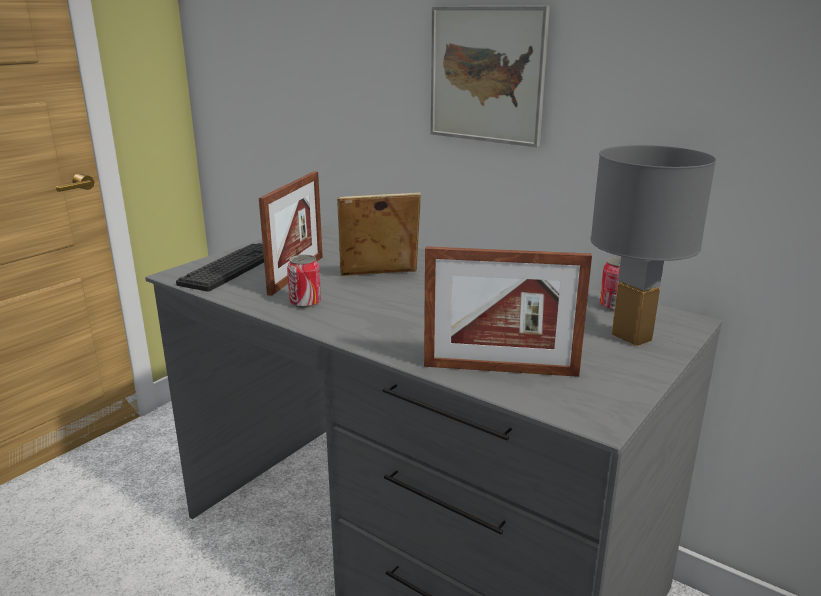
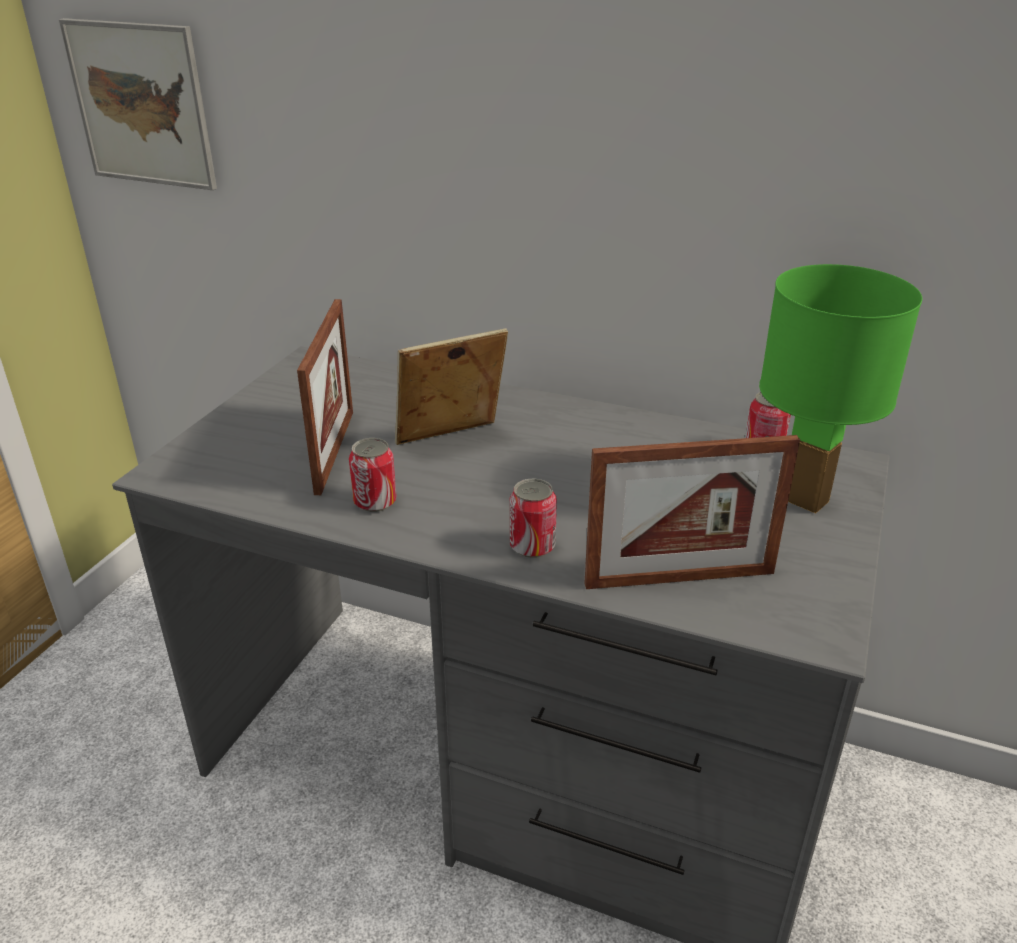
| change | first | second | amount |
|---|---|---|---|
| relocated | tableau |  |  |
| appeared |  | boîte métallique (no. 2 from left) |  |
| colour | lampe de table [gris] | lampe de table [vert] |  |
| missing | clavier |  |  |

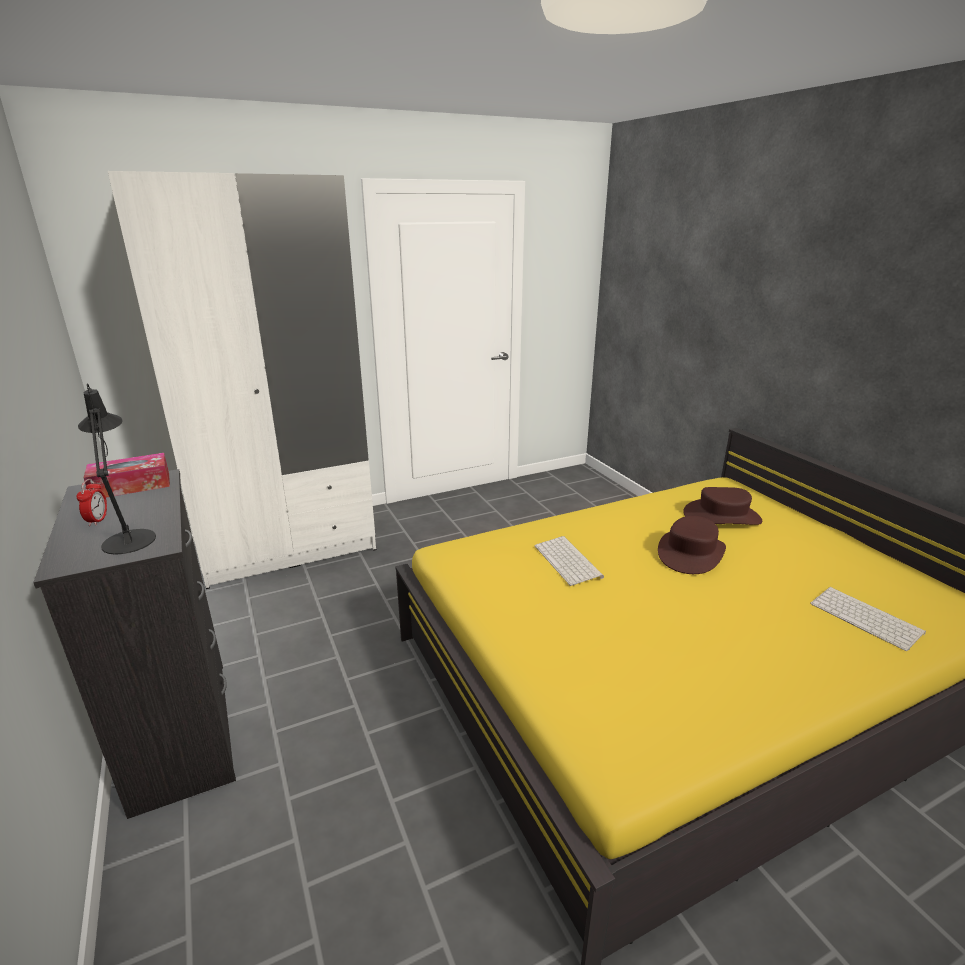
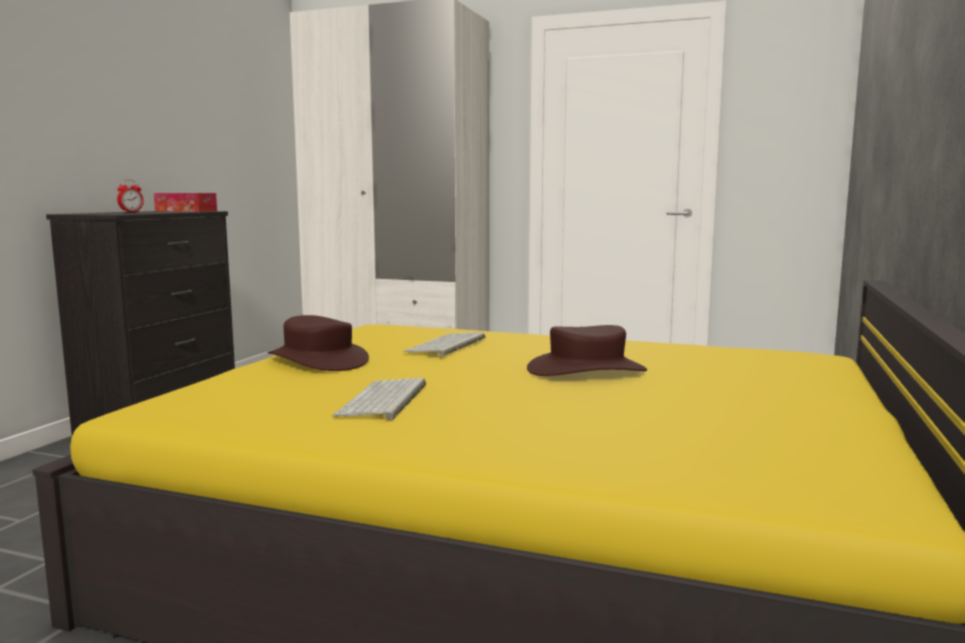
| change | first | second | amount |
|---|---|---|---|
| relocated | chapeau [marron] (no. 2 from left in the first image) | chapeau [marron] (no. 1 from left) |  |
| relocated | clavier (no. 2 from left in the first image) | clavier (no. 1 from left) |  |
| missing | lampe de table [noir] |  |  |

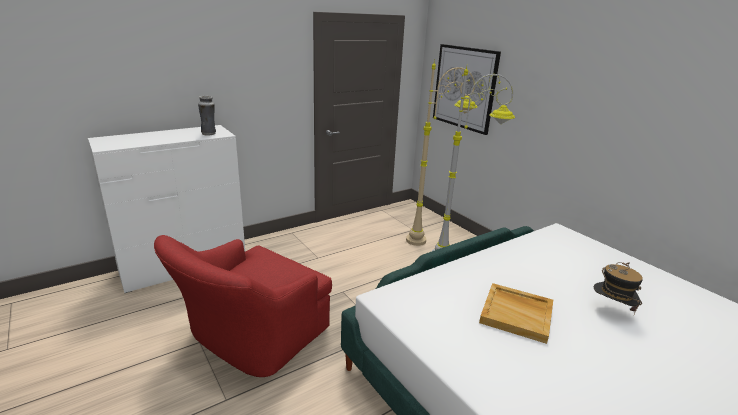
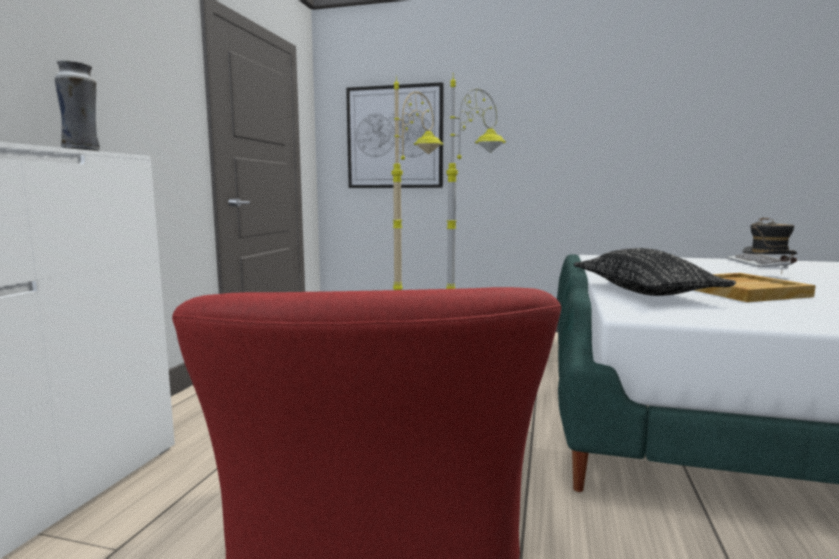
| change | first | second | amount |
|---|---|---|---|
| appeared |  | coussin [noir] |  |
| appeared |  | clavier |  |

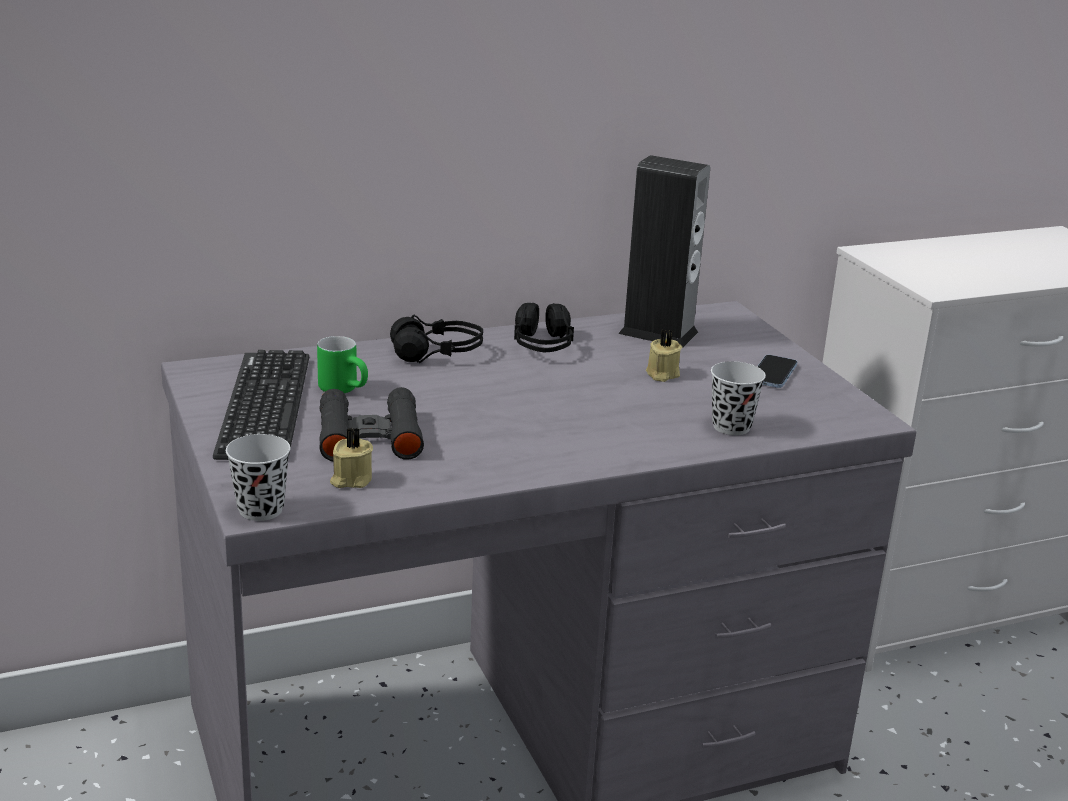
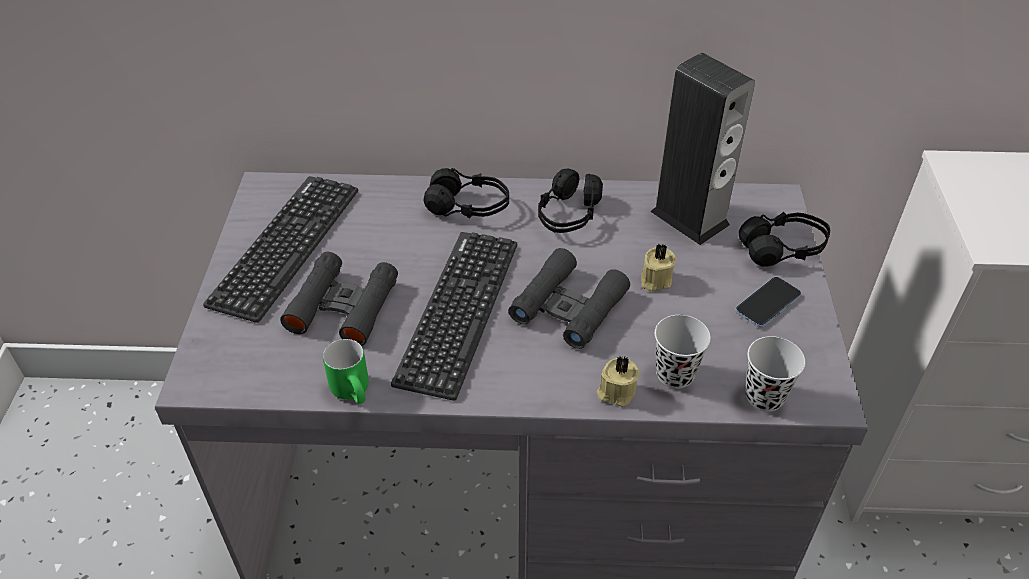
| change | first | second | amount |
|---|---|---|---|
| relocated | mug [vert] |  |  |
| appeared |  | clavier (no. 2 from left) |  |
| appeared |  | jumelles [noir] (no. 2 from left) |  |
| relocated | bougie [beige] (no. 1 from left) |  |  |
| appeared |  | casque audio [noir] (no. 3 from left) |  |
| relocated | tasse [noir] (no. 1 from left in the first image) | tasse [noir] (no. 2 from left) |  |

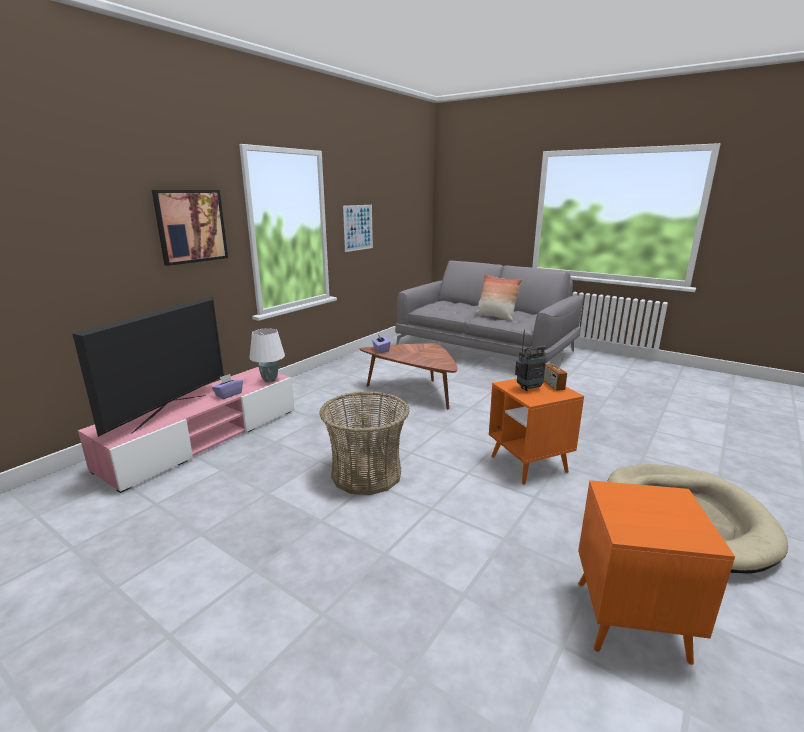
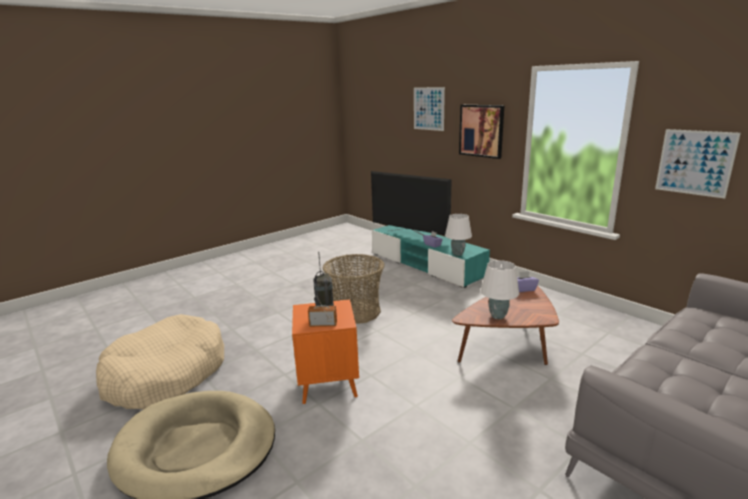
| change | first | second | amount |
|---|---|---|---|
| exchanged | table d'appoint [orange] (no. 2 from left) | panier pour chien [beige] (no. 1 from left) |  |
| colour | meuble télé [rose] | meuble télé [turquoise] |  |
| appeared |  | tableau (no. 1 from left) |  |
| appeared |  | lampe de table [blanc] (no. 2 from left) |  |
| missing | coussin |  |  |

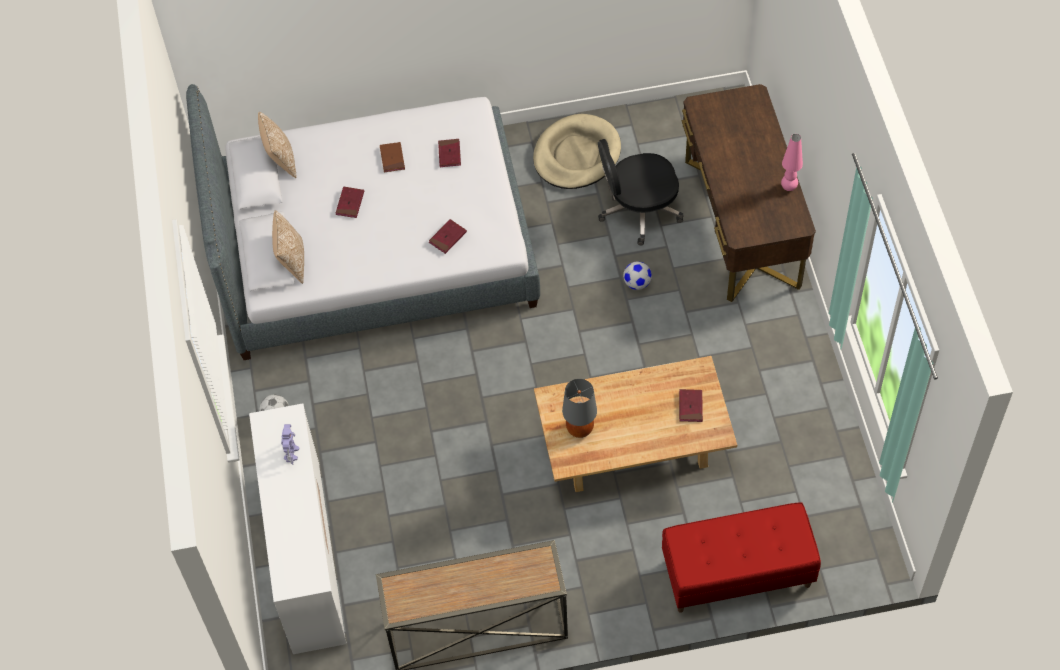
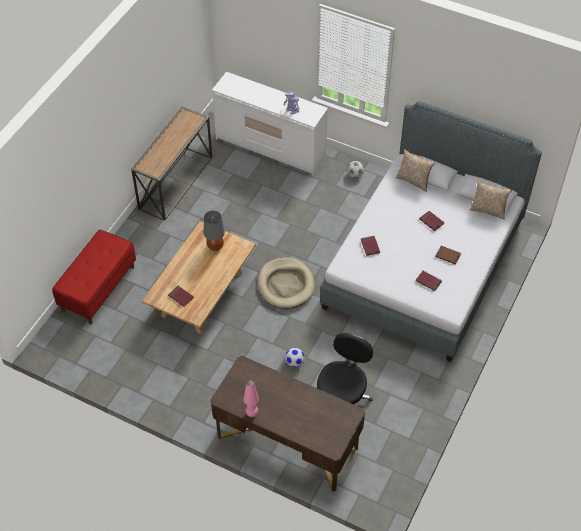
| change | first | second | amount |
|---|---|---|---|
| relocated | panier pour chien [beige] |  |  |

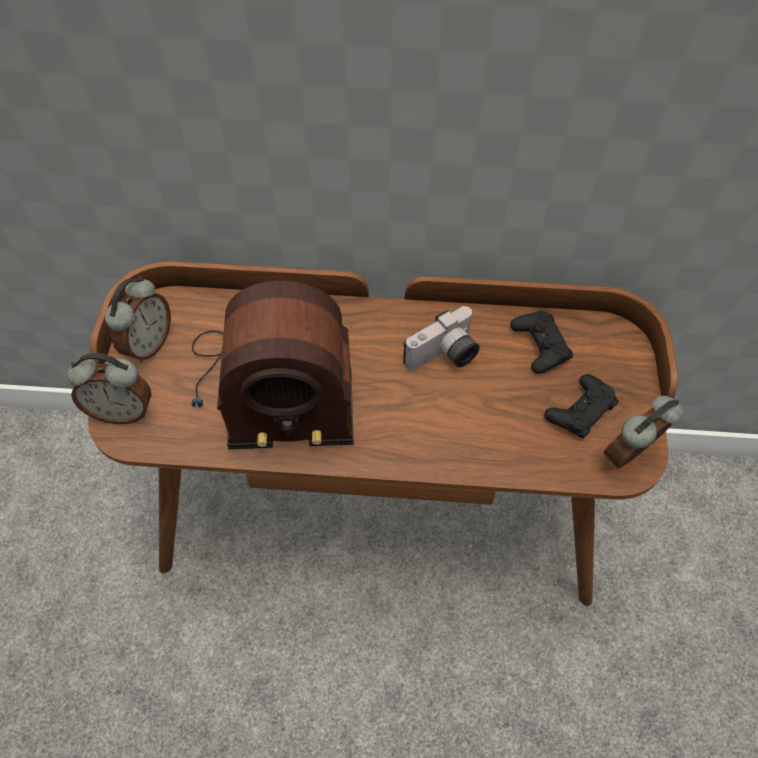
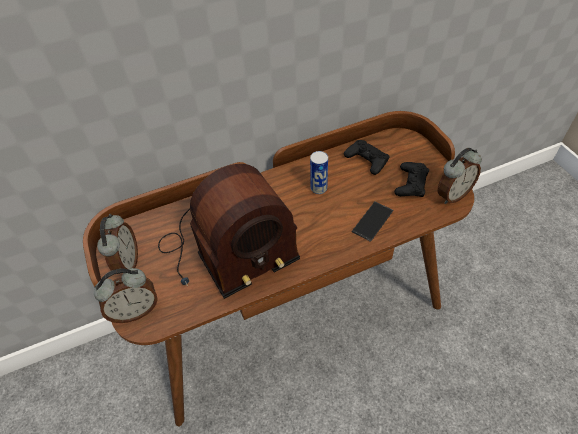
| change | first | second | amount |
|---|---|---|---|
| exchanged | appareil photo | boîte métallique |  |
| appeared |  | téléphone |  |
| spun | réveil (no. 3 from left) |  | 150 degrees counterclockwise |

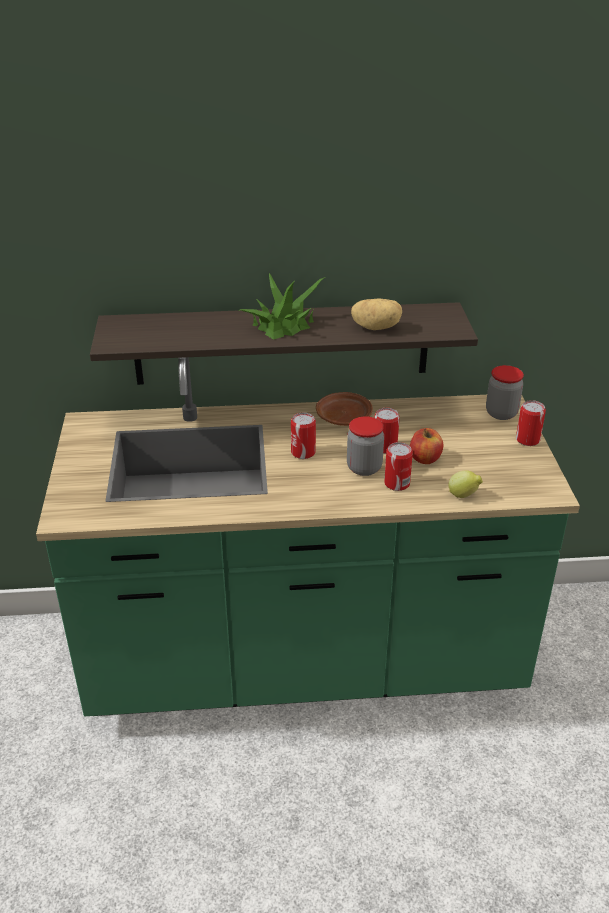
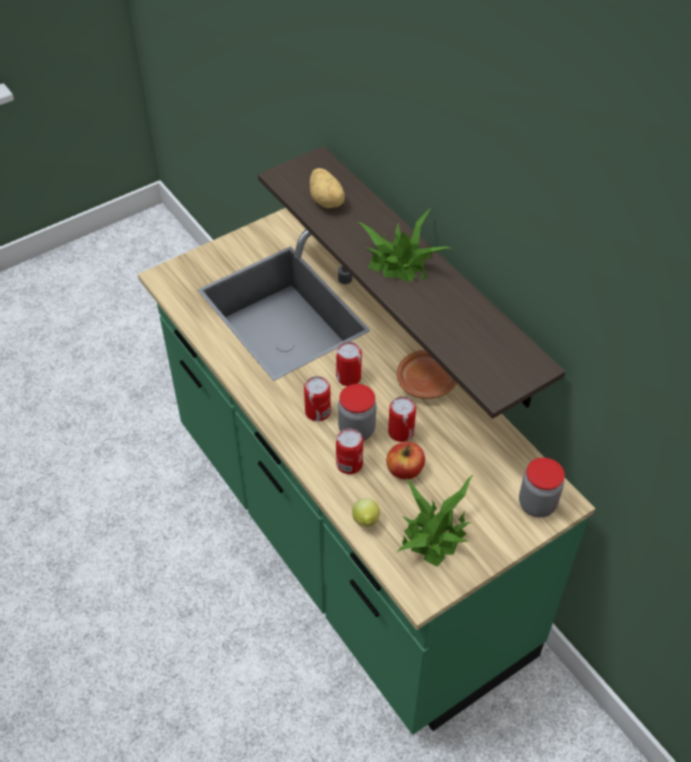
| change | first | second | amount |
|---|---|---|---|
| relocated | boîte métallique (no. 4 from left in the first image) | boîte métallique (no. 1 from left) |  |
| relocated | pomme de terre |  |  |
| appeared |  | plante en pot (no. 2 from left) |  |

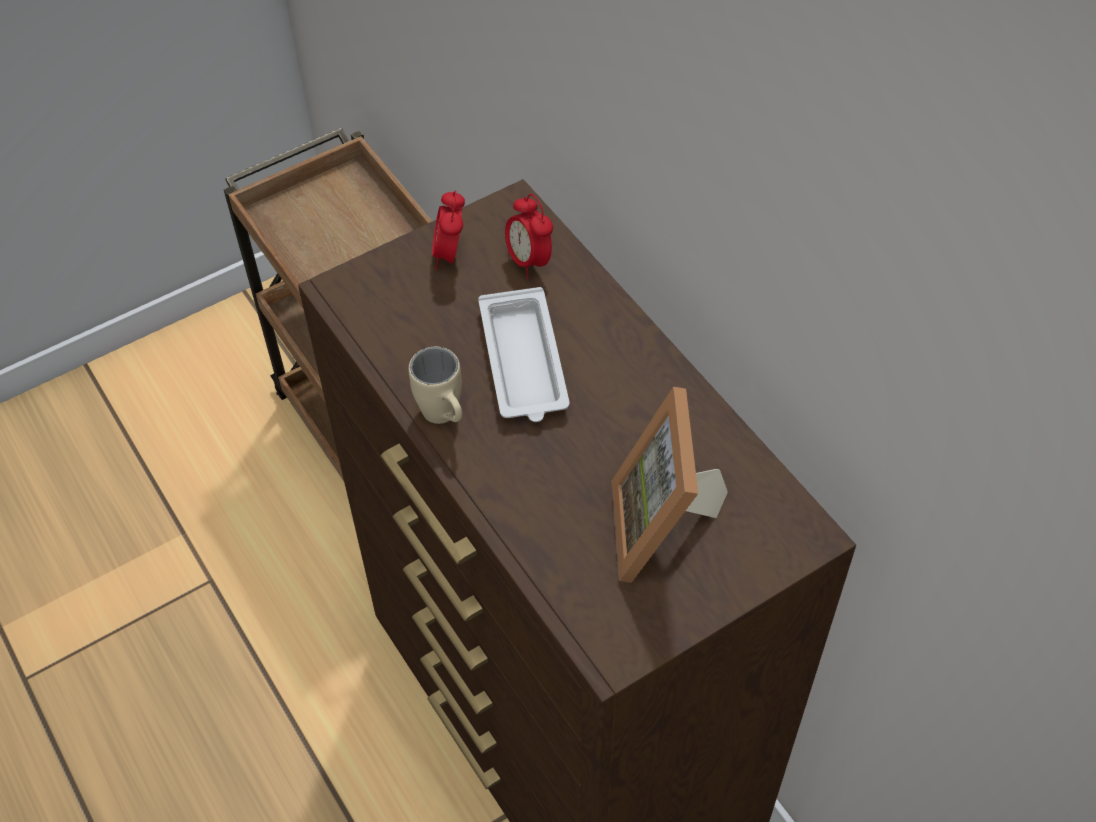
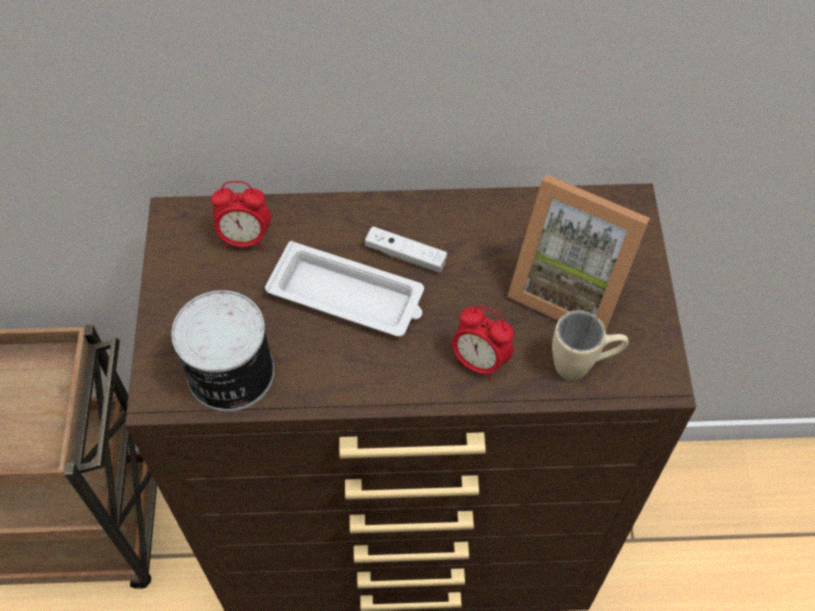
| change | first | second | amount |
|---|---|---|---|
| appeared |  | boîte métallique |  |
| appeared |  | manette [blanc] |  |
| relocated | réveil (no. 1 from left in the first image) | réveil (no. 2 from left) |  |
| relocated | mug [beige] |  |  |

